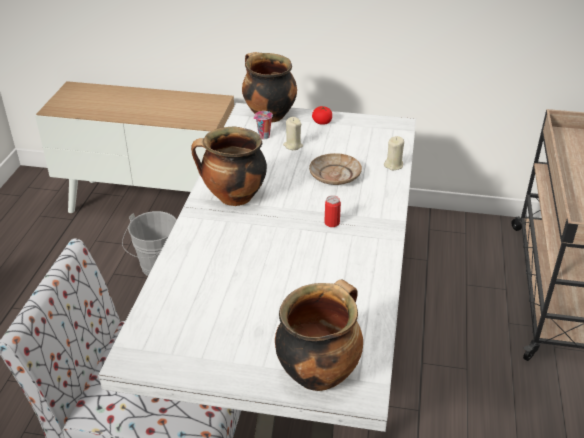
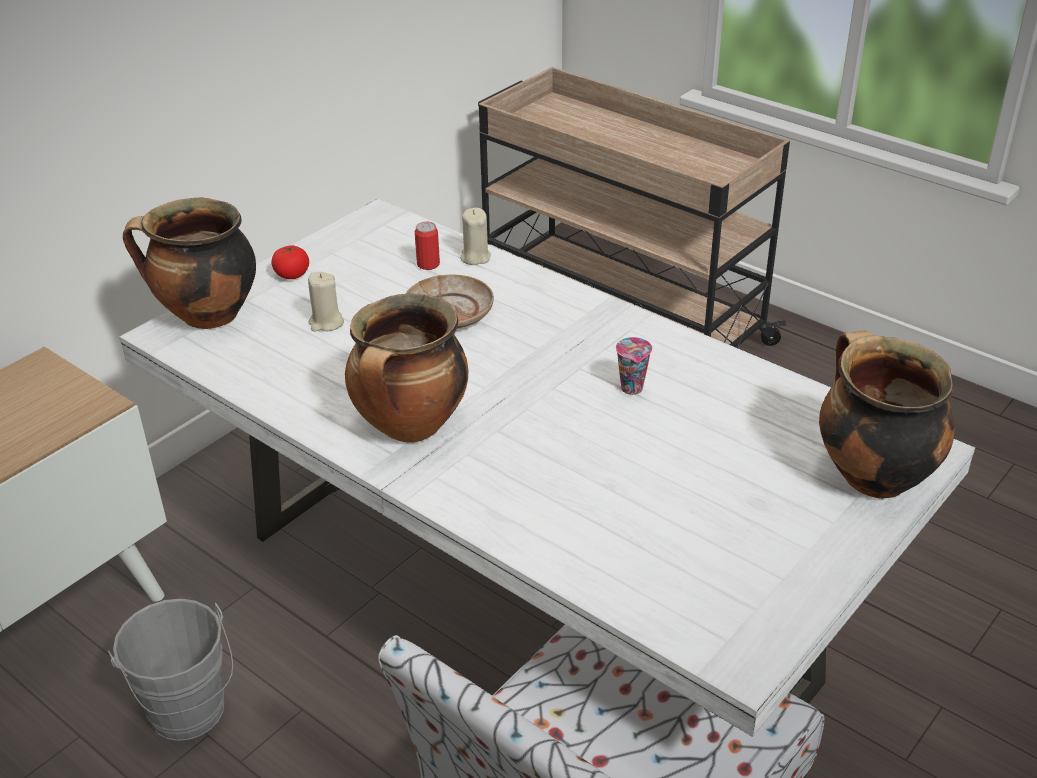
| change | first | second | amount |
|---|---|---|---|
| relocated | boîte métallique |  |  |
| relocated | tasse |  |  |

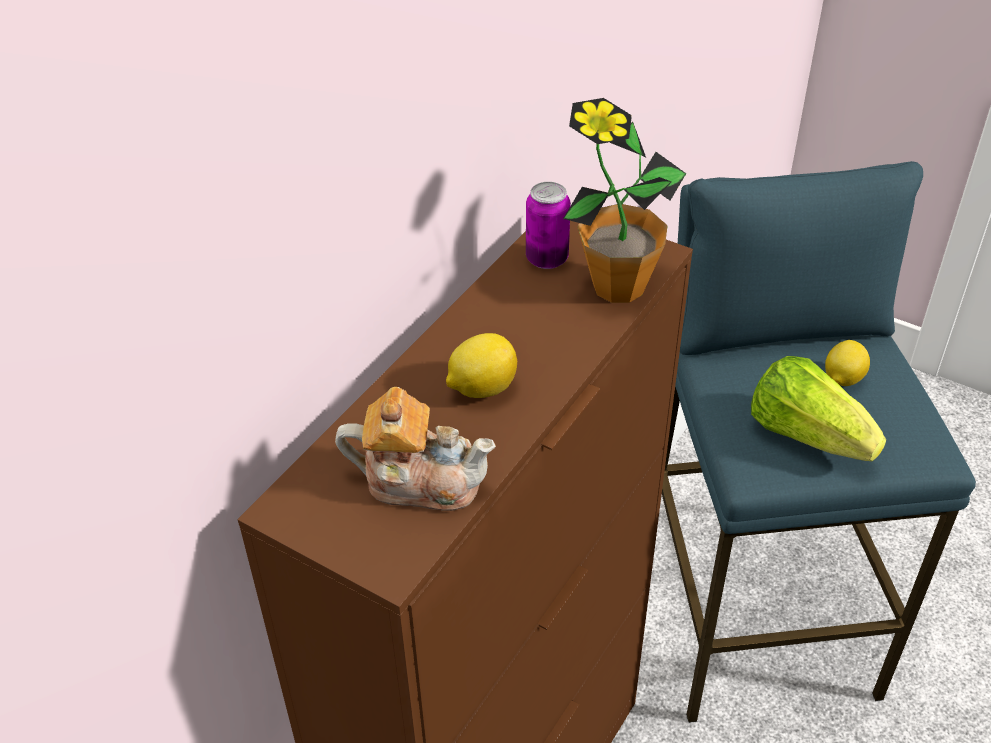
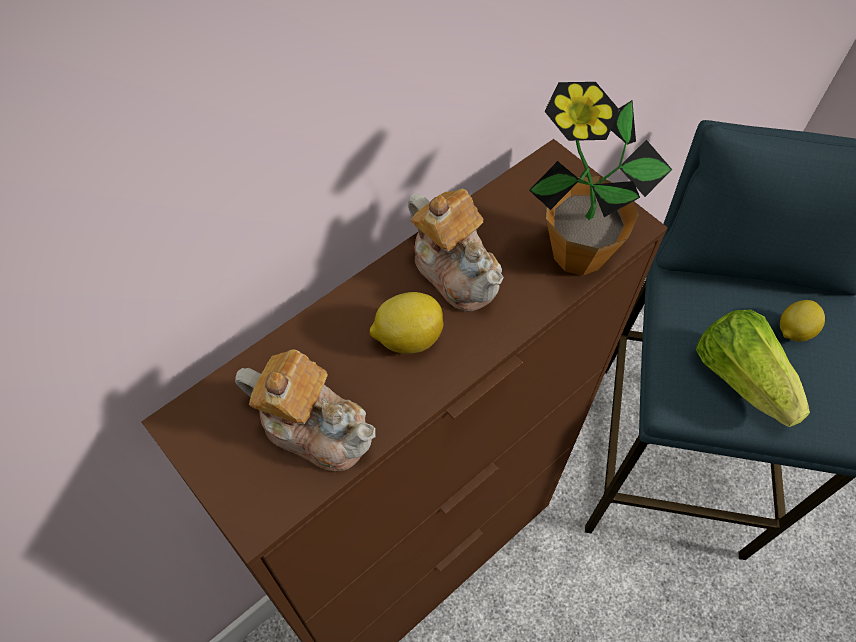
| change | first | second | amount |
|---|---|---|---|
| appeared |  | théière (no. 2 from left) |  |
| missing | boîte métallique |  |  |

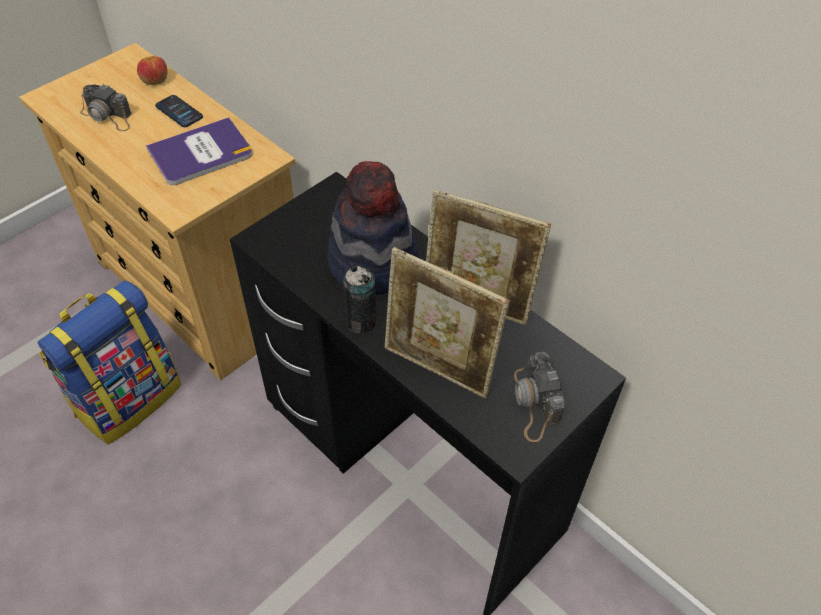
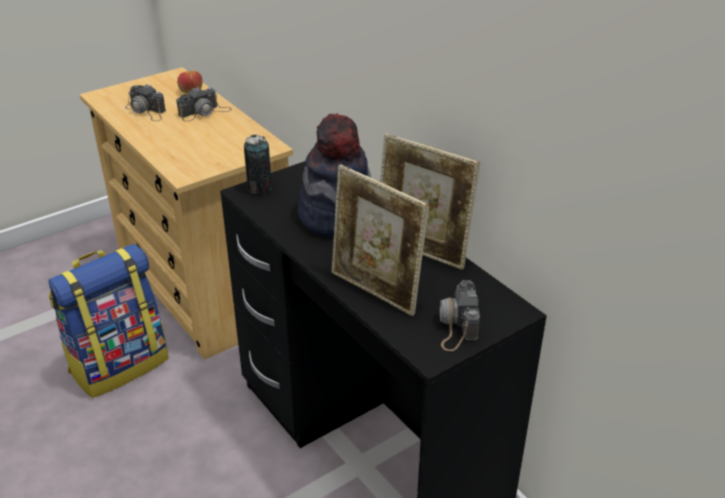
| change | first | second | amount |
|---|---|---|---|
| exchanged | téléphone | appareil photo (no. 2 from left) |  |
| relocated | boîte métallique |  |  |
| missing | livre |  |  |

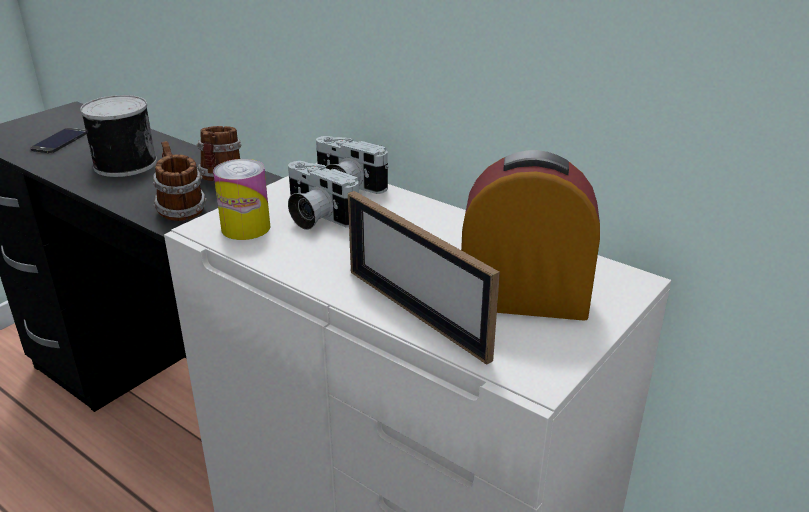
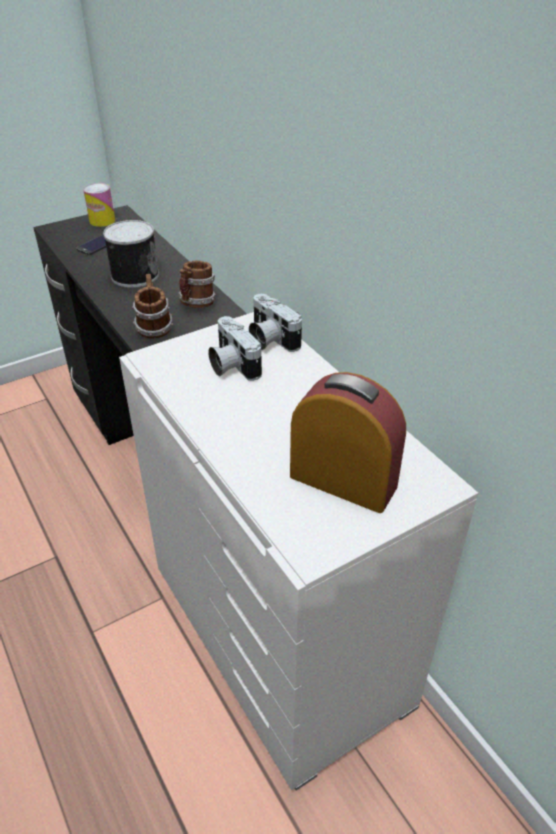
| change | first | second | amount |
|---|---|---|---|
| relocated | boîte métallique (no. 2 from left in the first image) | boîte métallique (no. 1 from left) |  |
| missing | cadre photo |  |  |

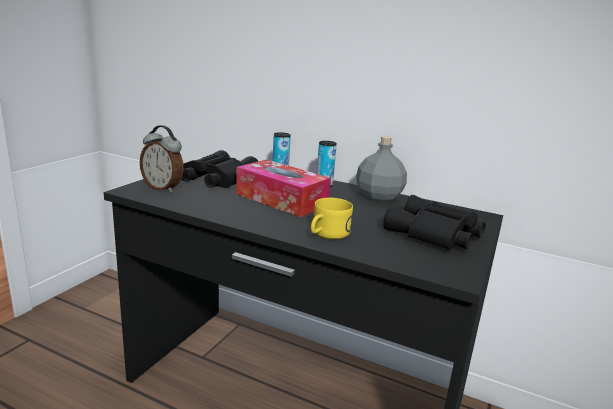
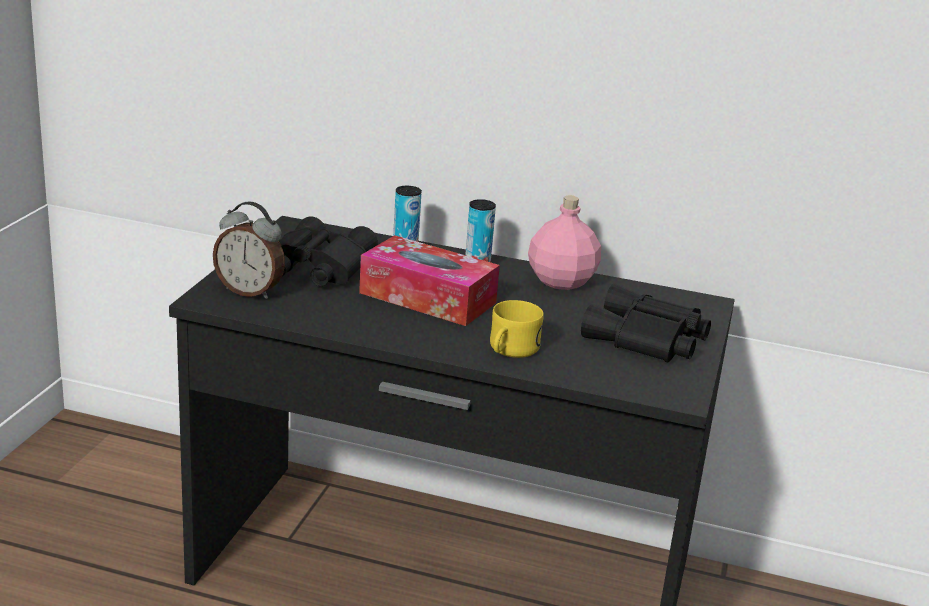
| change | first | second | amount |
|---|---|---|---|
| colour | bouteille [gris] | bouteille [rose] |  |

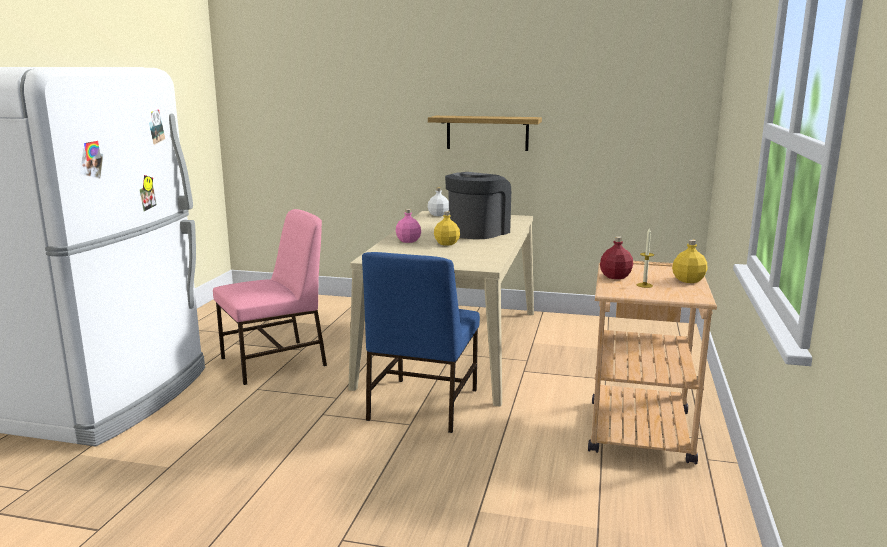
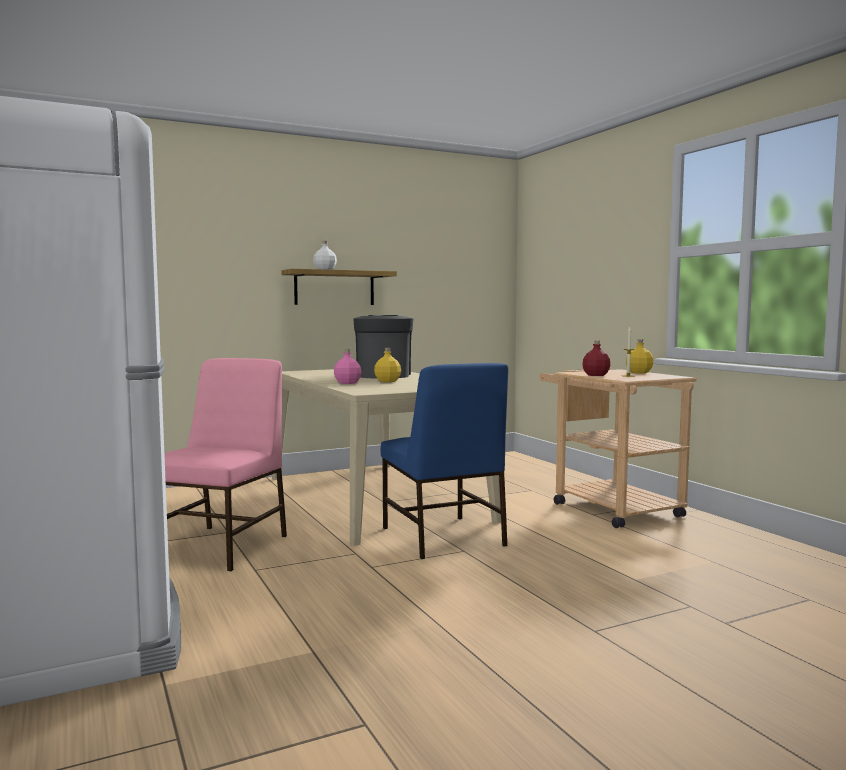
| change | first | second | amount |
|---|---|---|---|
| relocated | bouteille [blanc] |  |  |

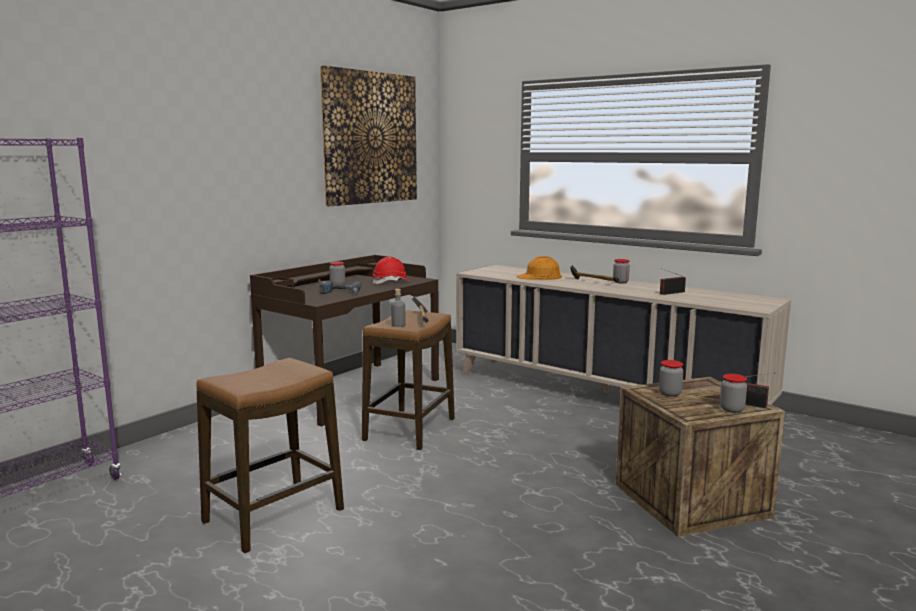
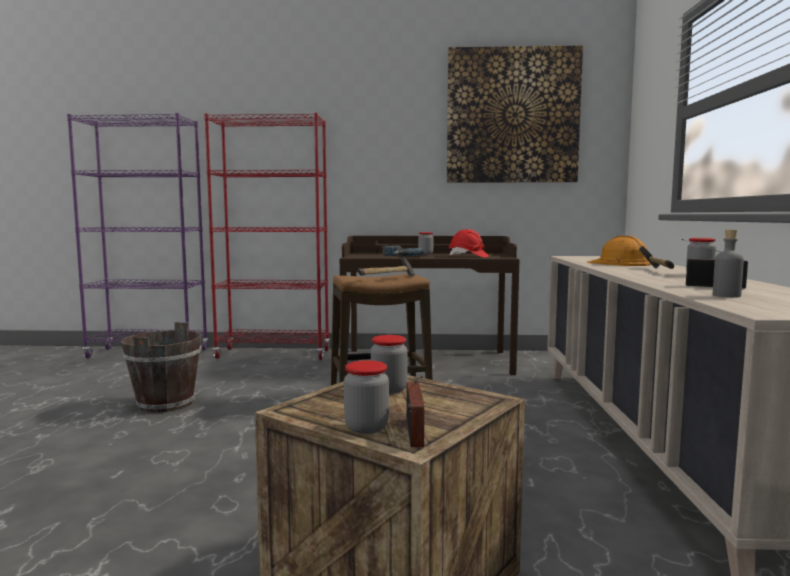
| change | first | second | amount |
|---|---|---|---|
| exchanged | tabouret (no. 1 from left) | seau [marron] |  |
| appeared |  | bibliothèque [rouge] |  |
| relocated | bouteille [gris] |  |  |

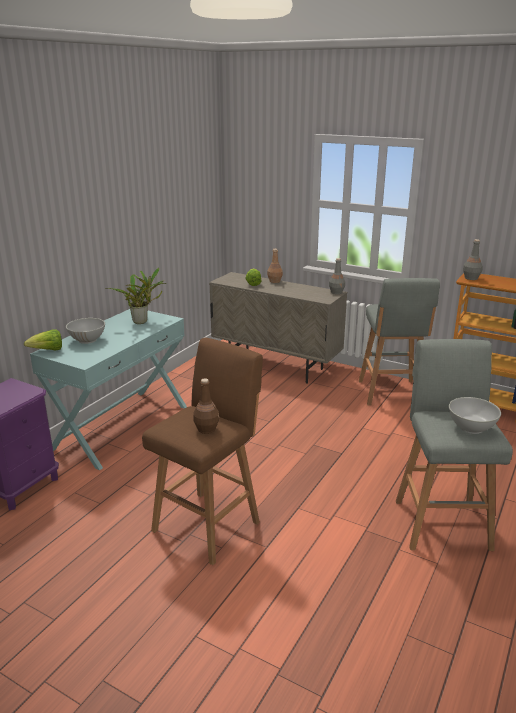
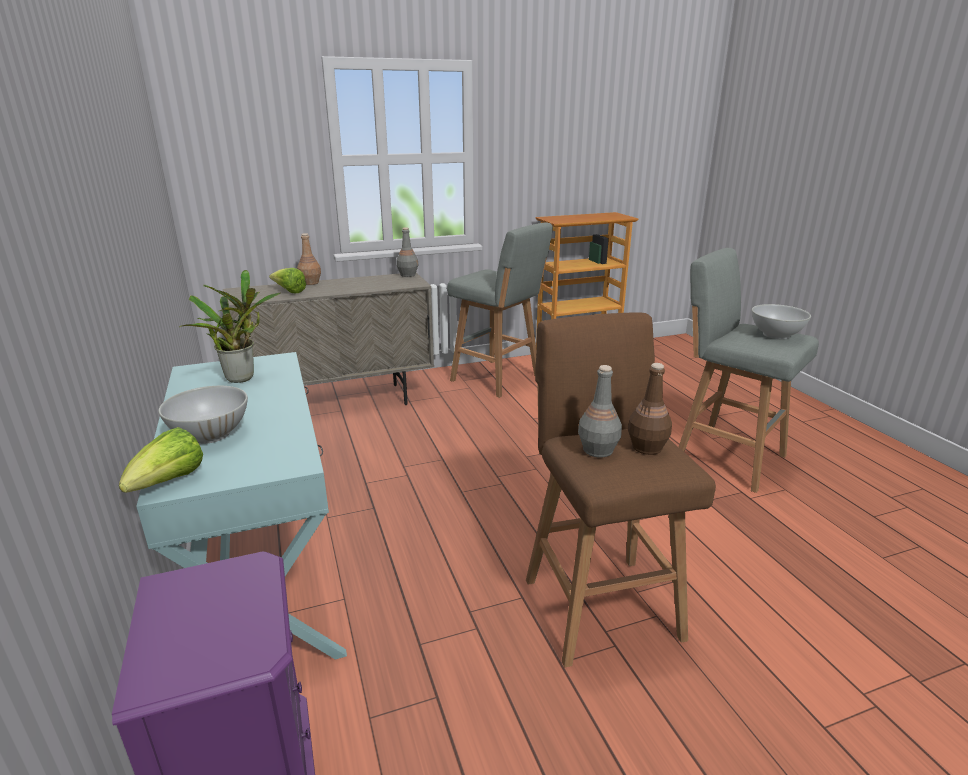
| change | first | second | amount |
|---|---|---|---|
| relocated | bouteille [gris] (no. 2 from left) |  |  |

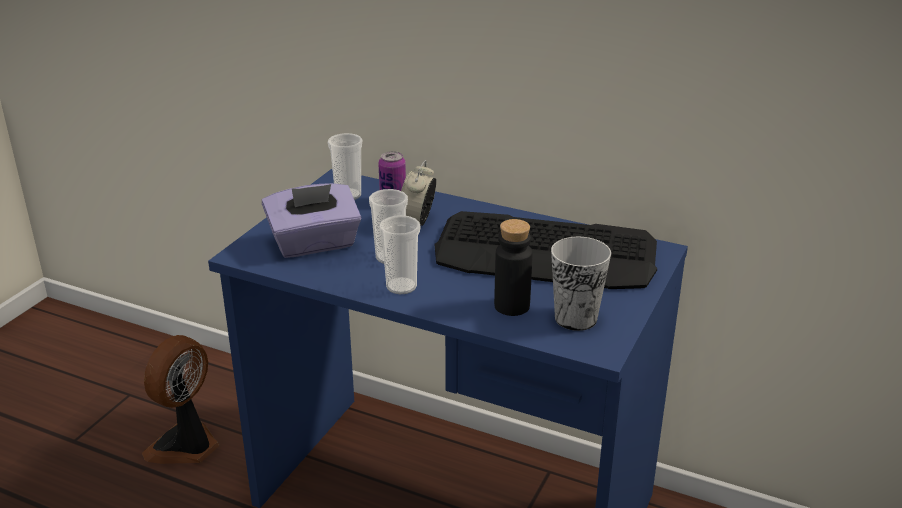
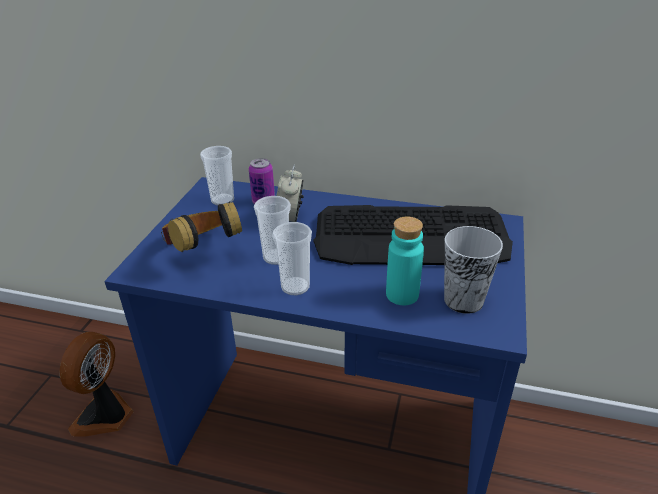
| change | first | second | amount |
|---|---|---|---|
| exchanged | boîte à mouchoirs [violet] | casque audio |  |
| colour | bouteille [noir] | bouteille [turquoise] |  |

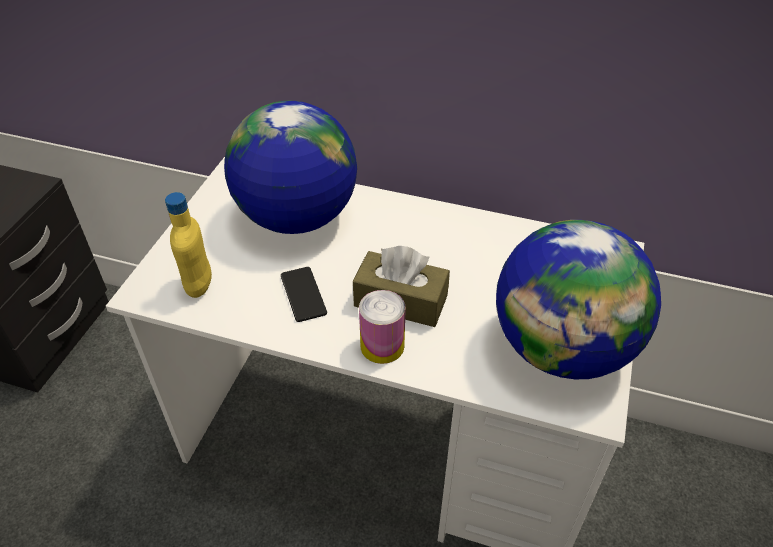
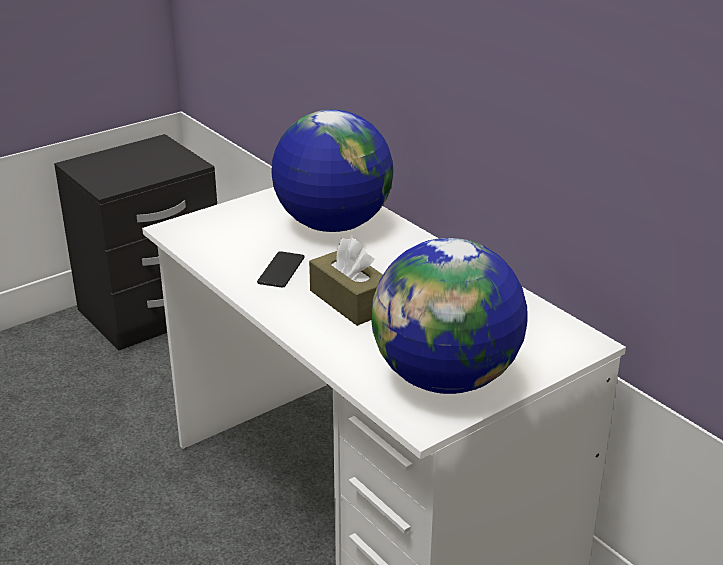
| change | first | second | amount |
|---|---|---|---|
| missing | bouteille [jaune] |  |  |
| missing | boîte métallique |  |  |

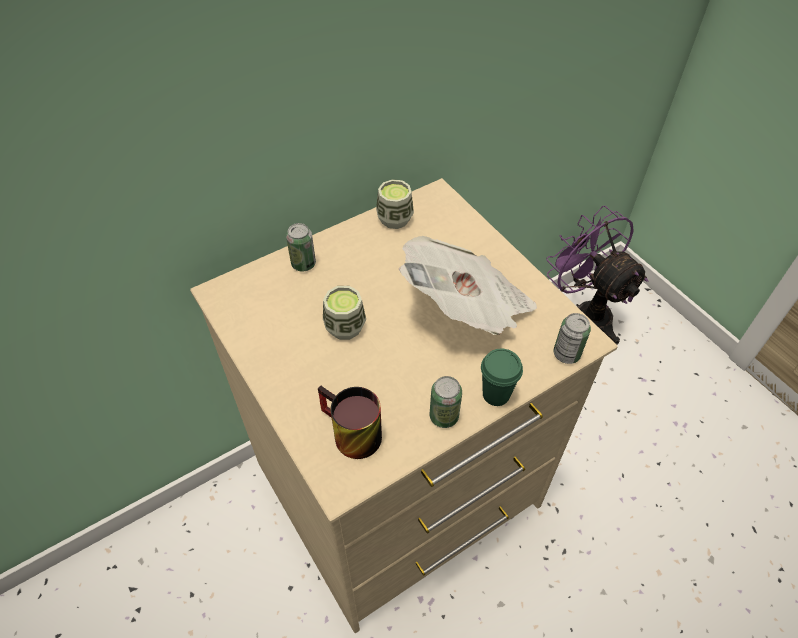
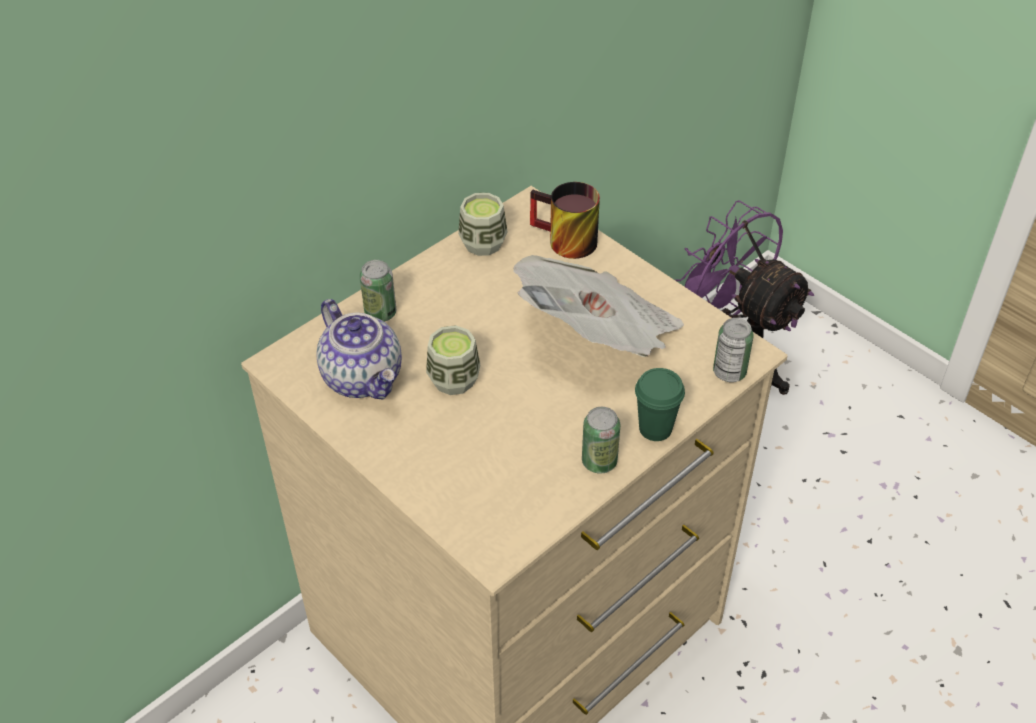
| change | first | second | amount |
|---|---|---|---|
| appeared |  | théière |  |
| relocated | mug |  |  |

